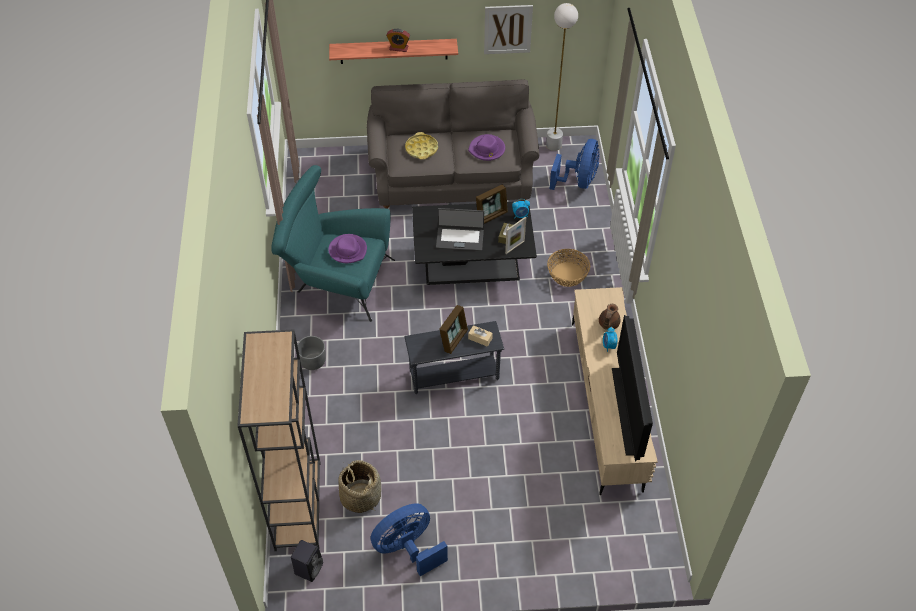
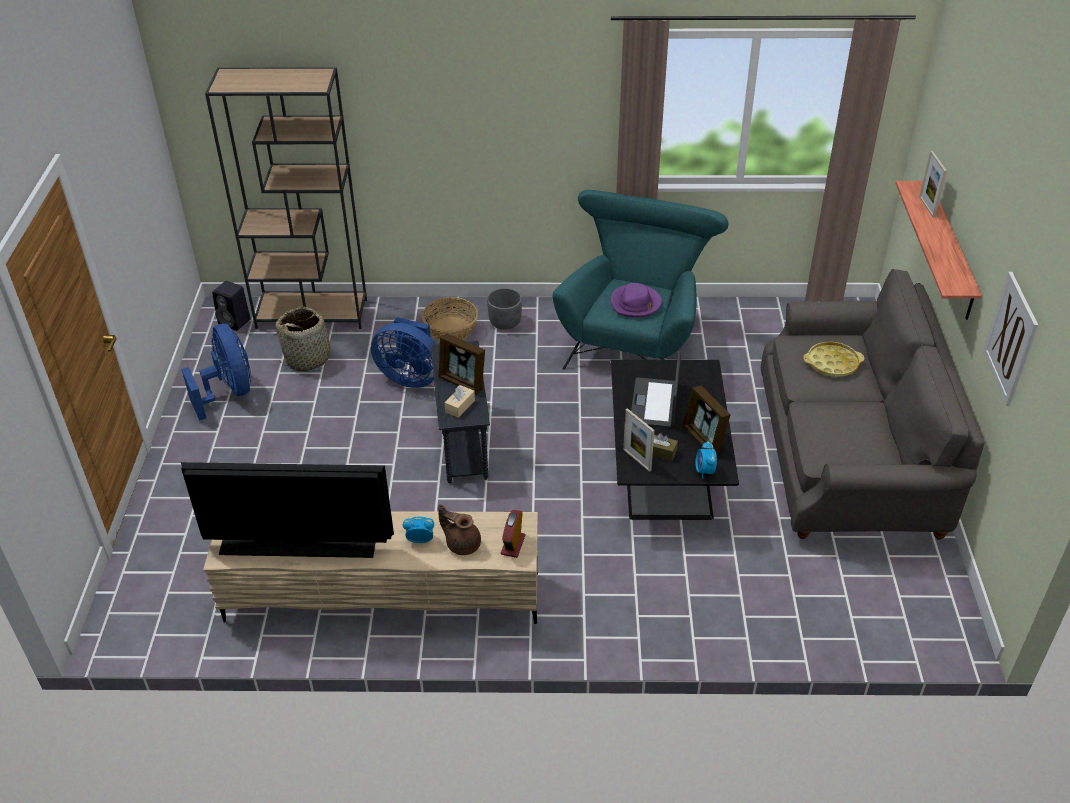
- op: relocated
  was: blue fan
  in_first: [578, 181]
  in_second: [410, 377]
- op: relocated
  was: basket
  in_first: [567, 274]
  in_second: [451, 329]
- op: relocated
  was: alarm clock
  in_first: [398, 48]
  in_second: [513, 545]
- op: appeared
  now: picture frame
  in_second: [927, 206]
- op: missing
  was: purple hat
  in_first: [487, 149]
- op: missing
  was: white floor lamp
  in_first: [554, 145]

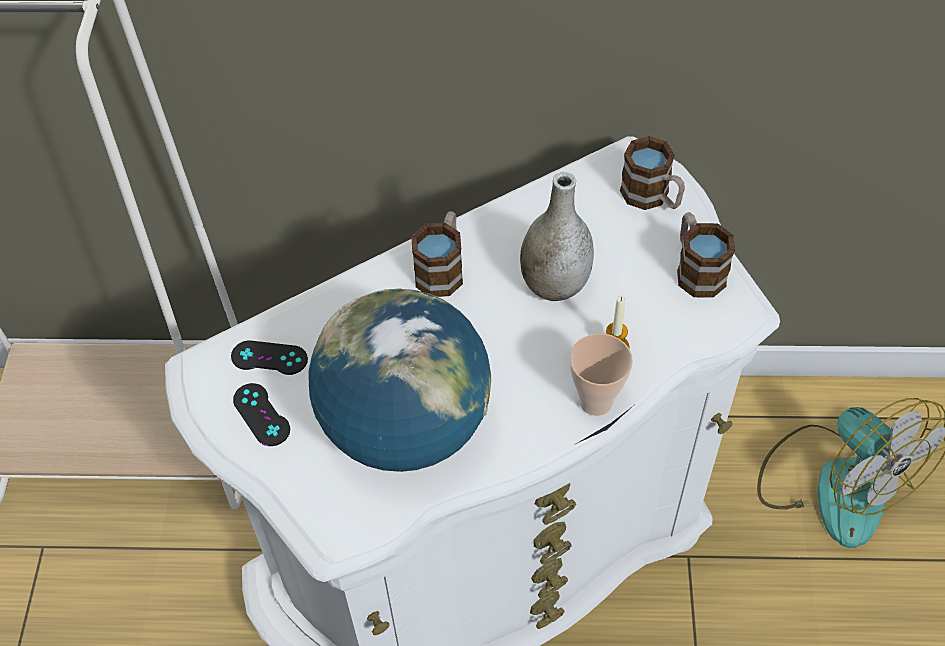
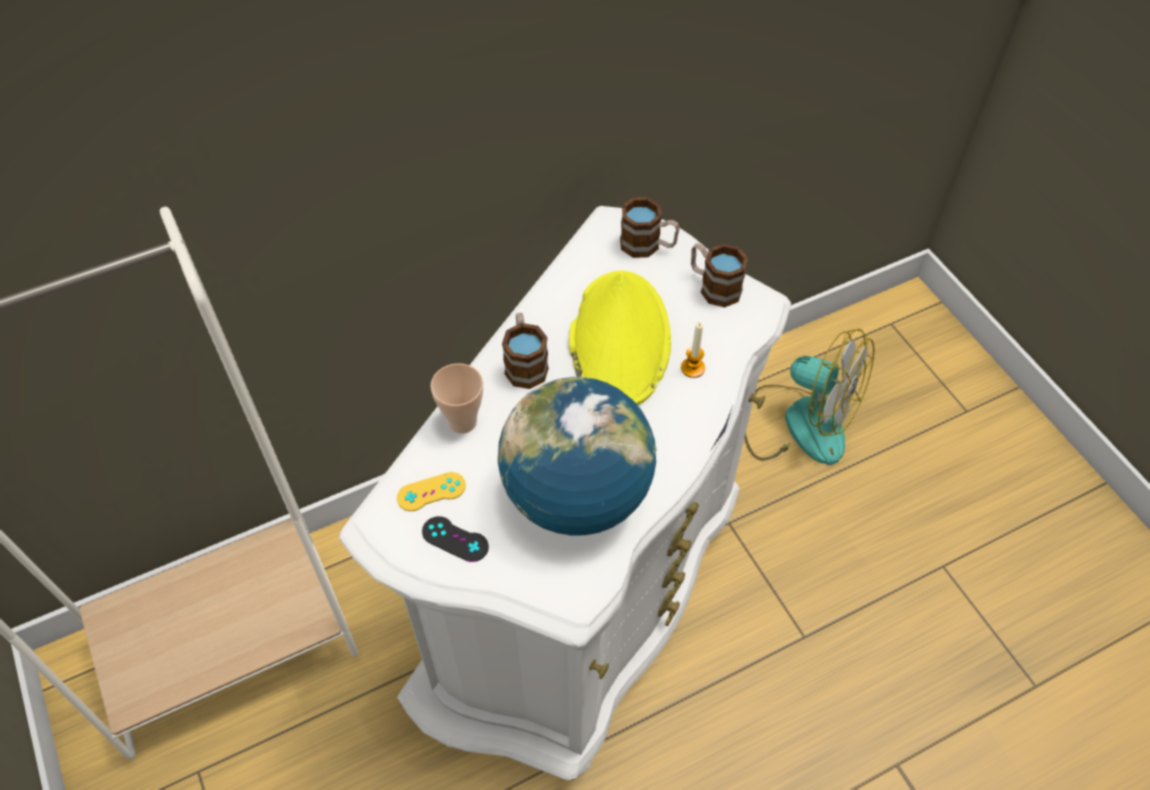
- op: colour
  was: black game controller
  now: yellow game controller
  in_first: [269, 358]
  in_second: [431, 492]
- op: relocated
  was: cup
  in_first: [596, 401]
  in_second: [462, 421]
- op: exchanged
  was: grey vase
  now: yellow hat
  in_first: [555, 284]
  in_second: [619, 339]

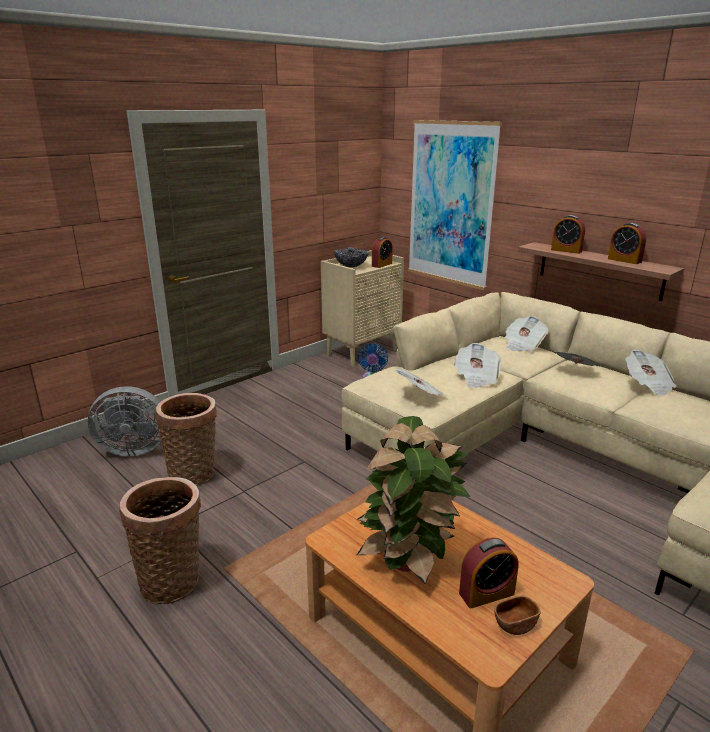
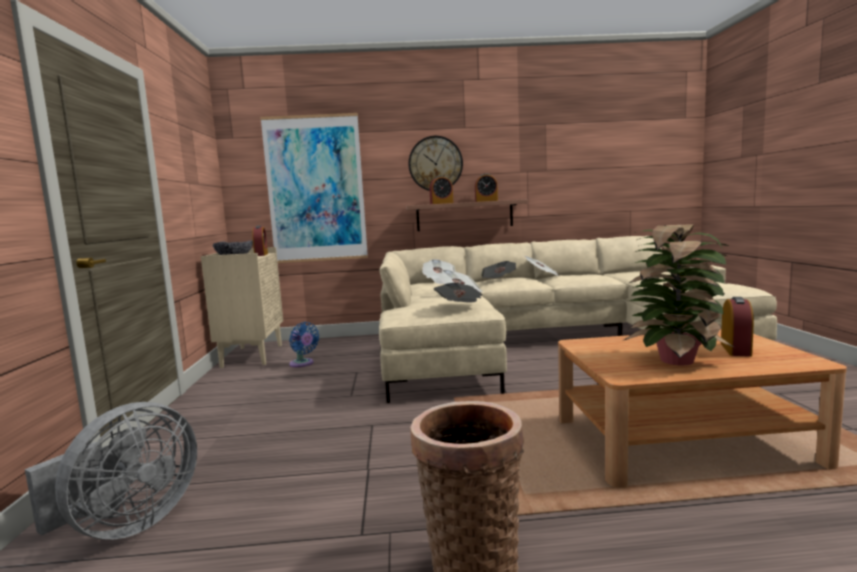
- op: appeared
  now: wall clock
  in_second: [435, 164]
- op: missing
  was: basket
  in_first: [194, 474]
- op: missing
  was: brown bowl
  in_first: [515, 624]

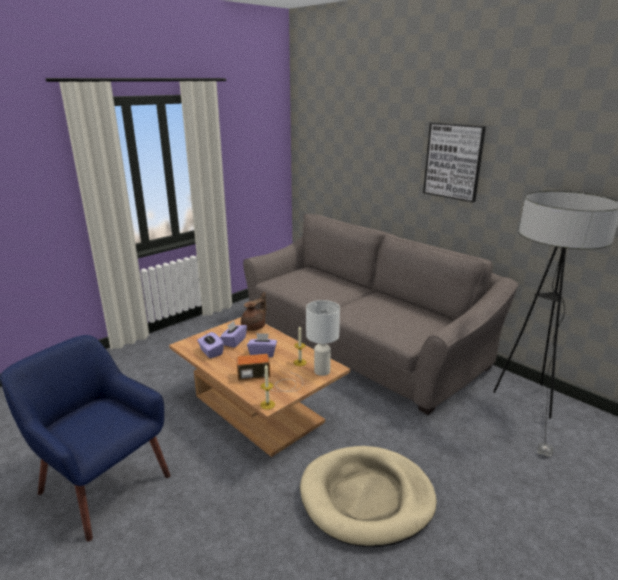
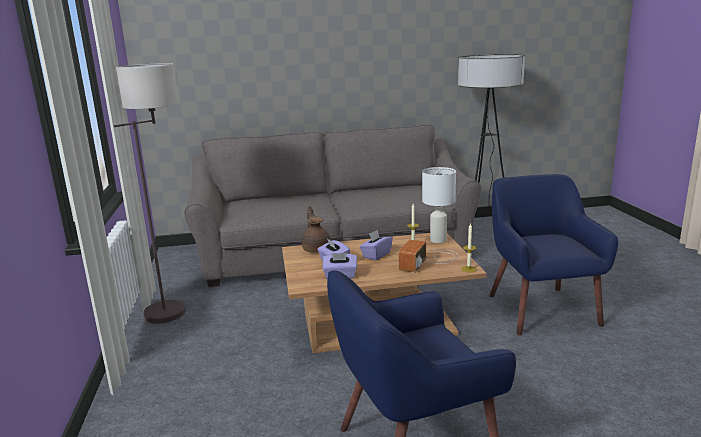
- op: appeared
  now: grey floor lamp
  in_second: [176, 309]
- op: exchanged
  was: beige dog bed
  now: blue armchair
  in_first: [367, 498]
  in_second: [540, 309]
- op: missing
  was: picture
  in_first: [453, 161]

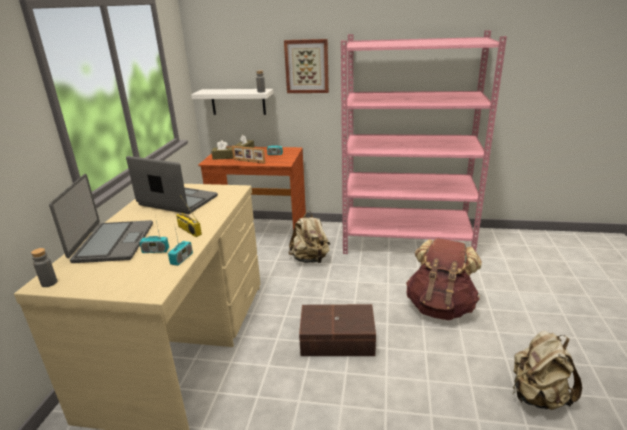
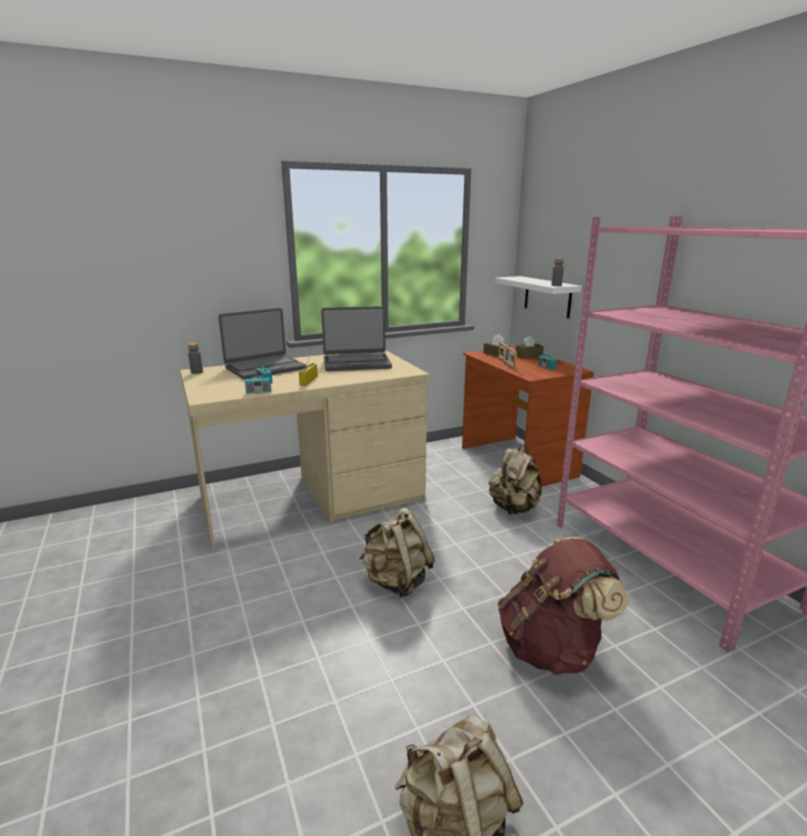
- op: spun
  was: laptop
  in_first: [177, 201]
  in_second: [356, 363]
  clockwise: 90
- op: exchanged
  was: brown storage box
  now: beige backpack
  in_first: [338, 340]
  in_second: [396, 581]
- op: missing
  was: picture
  in_first: [307, 66]

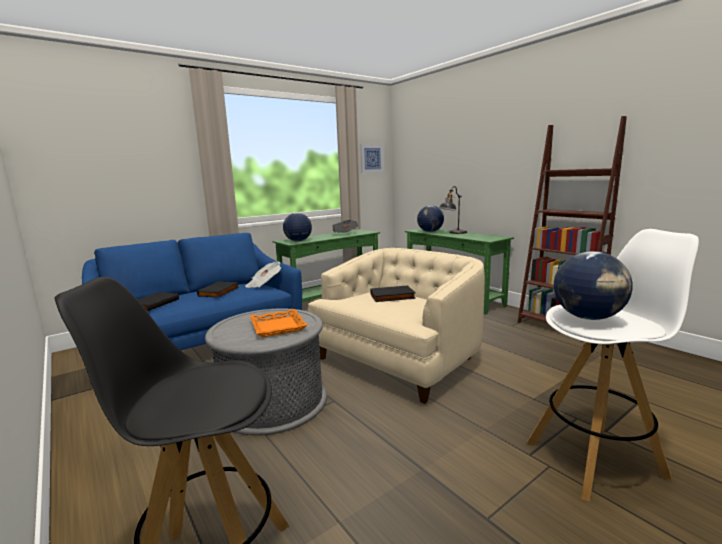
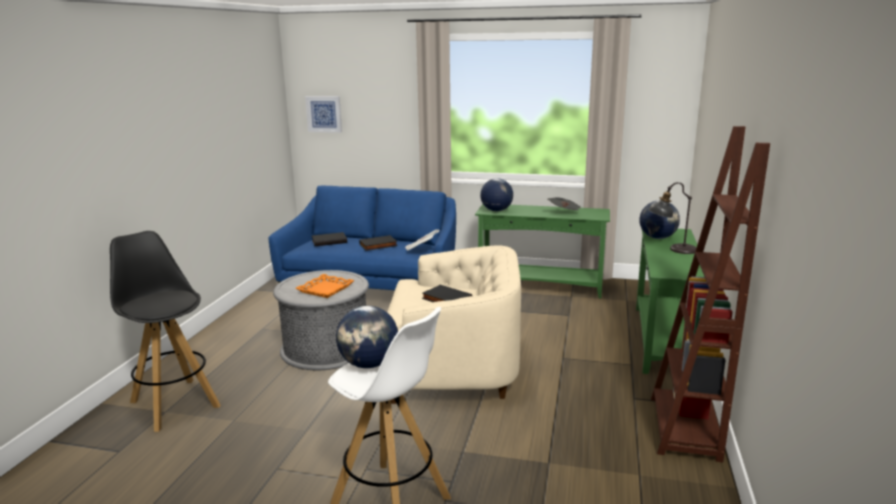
- op: relocated
  was: picture
  in_first: [371, 158]
  in_second: [324, 114]

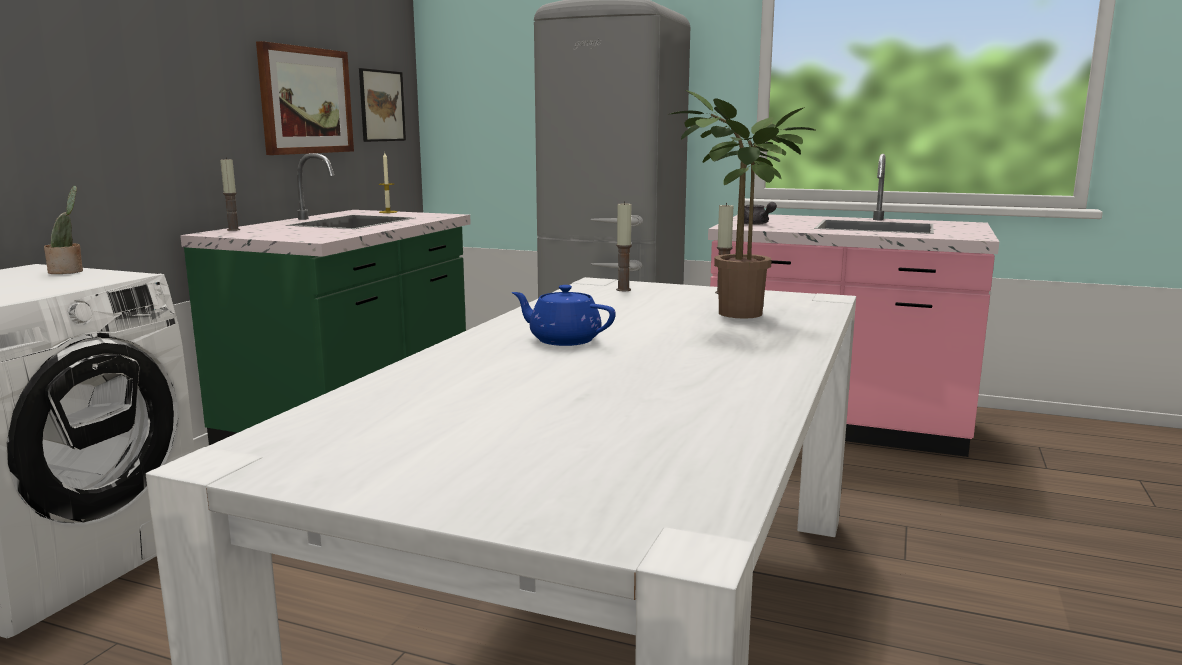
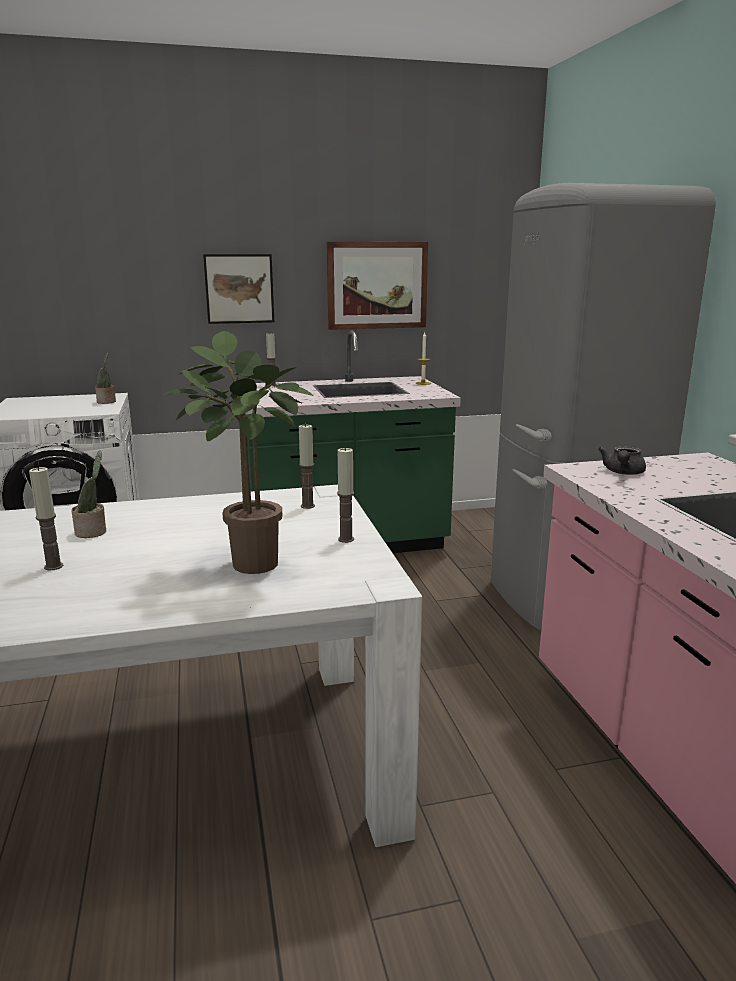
- op: appeared
  now: candle
  in_second: [54, 566]
- op: exchanged
  was: blue teapot
  now: potted plant
  in_first: [563, 340]
  in_second: [93, 532]
- op: relocated
  was: picture
  in_first: [382, 106]
  in_second: [239, 289]

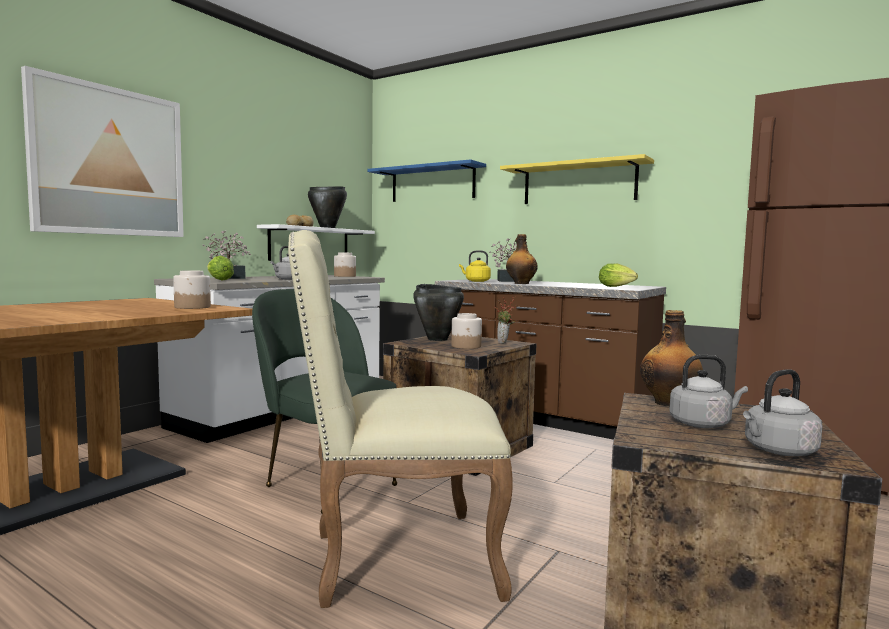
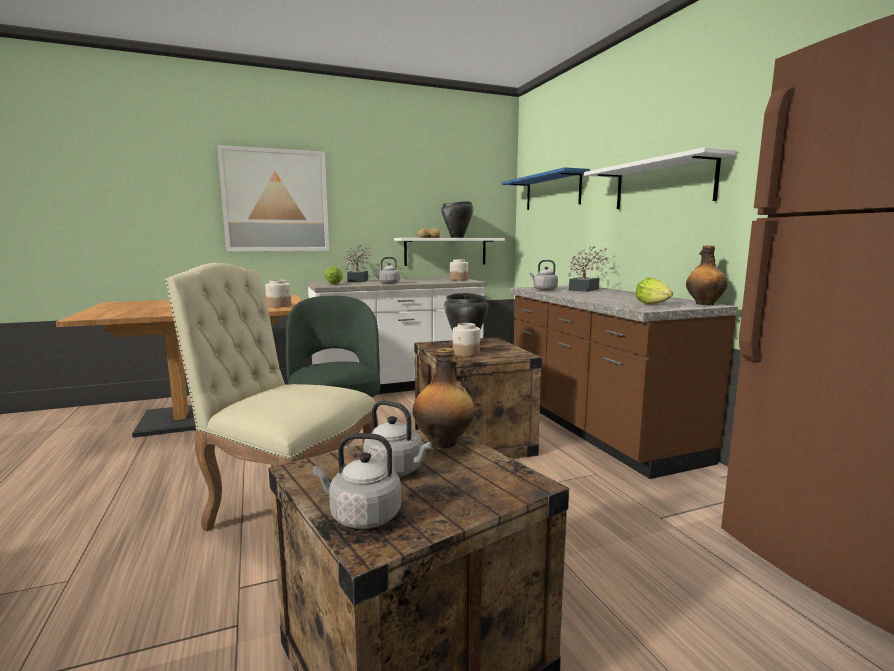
- op: colour
  was: yellow kettle
  now: grey kettle
  in_first: [476, 281]
  in_second: [543, 289]
- op: colour
  was: yellow shelf
  now: white shelf
  in_first: [578, 183]
  in_second: [662, 184]
- op: relocated
  was: bottle
  in_first: [521, 283]
  in_second: [704, 304]
- op: missing
  was: potted plant
  in_first: [504, 342]

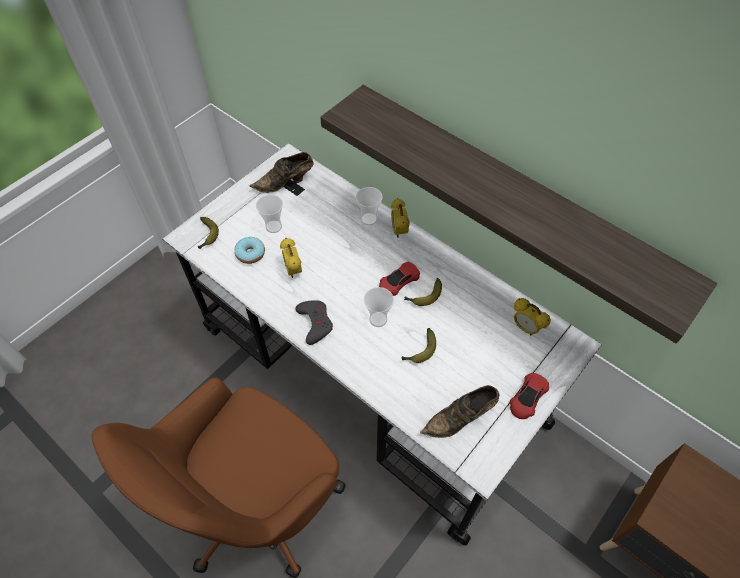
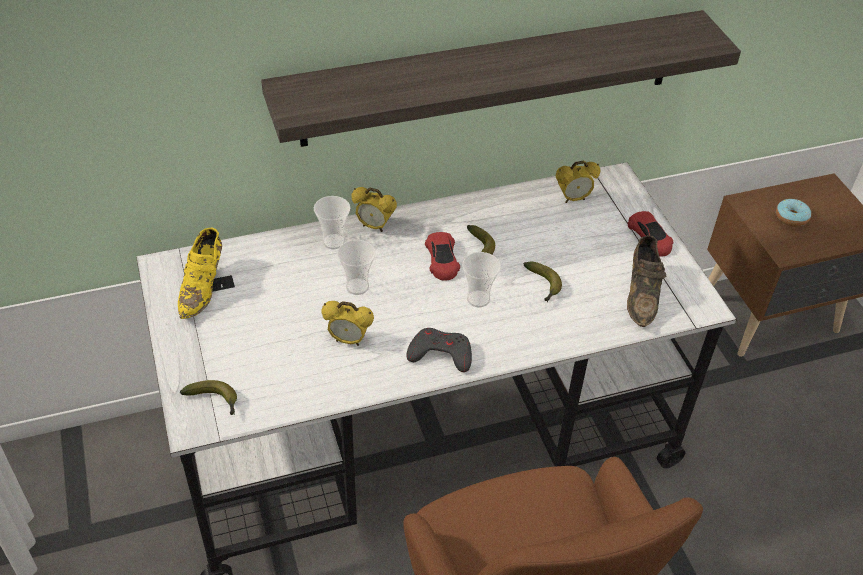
- op: colour
  was: brown shoe
  now: yellow shoe
  in_first: [285, 183]
  in_second: [203, 287]
- op: relocated
  was: cup
  in_first: [273, 227]
  in_second: [357, 286]
- op: relocated
  was: donut
  in_first: [250, 253]
  in_second: [791, 217]

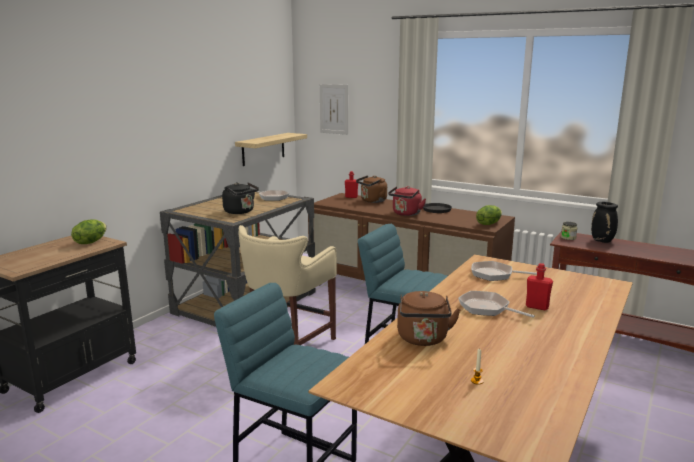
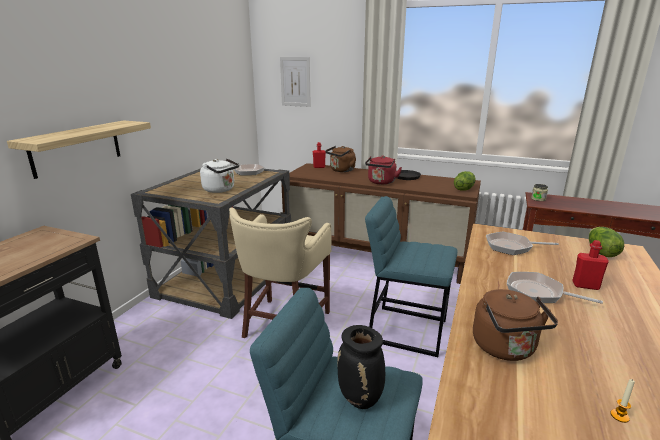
- op: relocated
  was: shelf
  in_first: [263, 149]
  in_second: [76, 148]
- op: colour
  was: black kettle
  now: white kettle
  in_first: [240, 212]
  in_second: [221, 190]
- op: relocated
  was: black vase
  in_first: [602, 241]
  in_second: [361, 399]
- op: relocated
  was: lettuce
  in_first: [90, 242]
  in_second: [601, 252]

